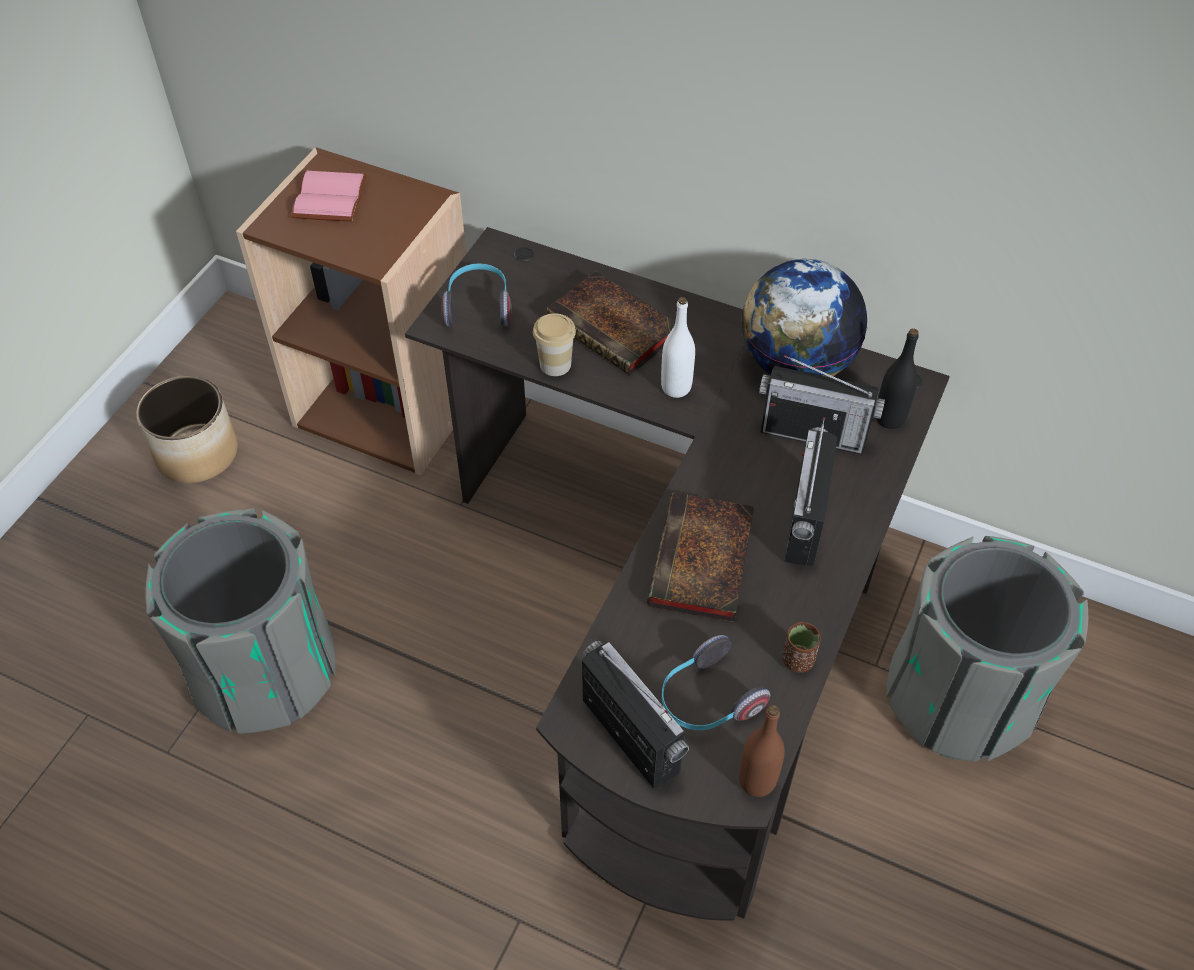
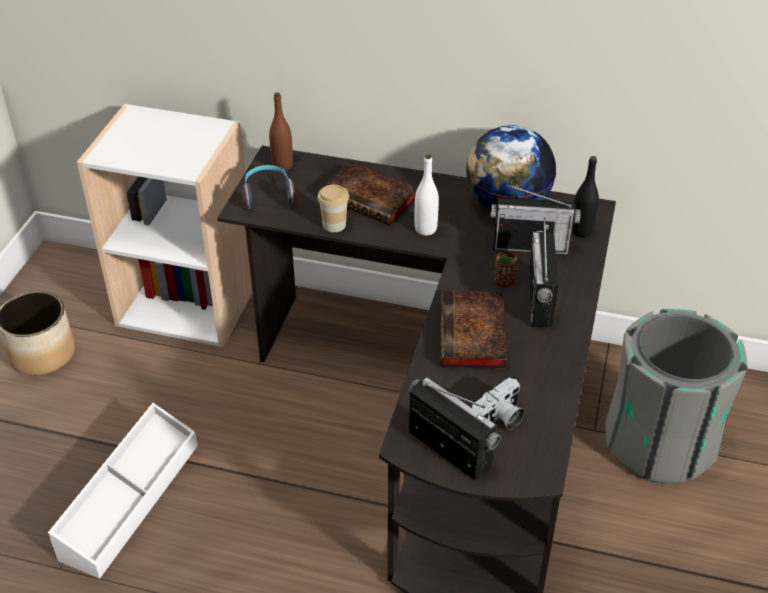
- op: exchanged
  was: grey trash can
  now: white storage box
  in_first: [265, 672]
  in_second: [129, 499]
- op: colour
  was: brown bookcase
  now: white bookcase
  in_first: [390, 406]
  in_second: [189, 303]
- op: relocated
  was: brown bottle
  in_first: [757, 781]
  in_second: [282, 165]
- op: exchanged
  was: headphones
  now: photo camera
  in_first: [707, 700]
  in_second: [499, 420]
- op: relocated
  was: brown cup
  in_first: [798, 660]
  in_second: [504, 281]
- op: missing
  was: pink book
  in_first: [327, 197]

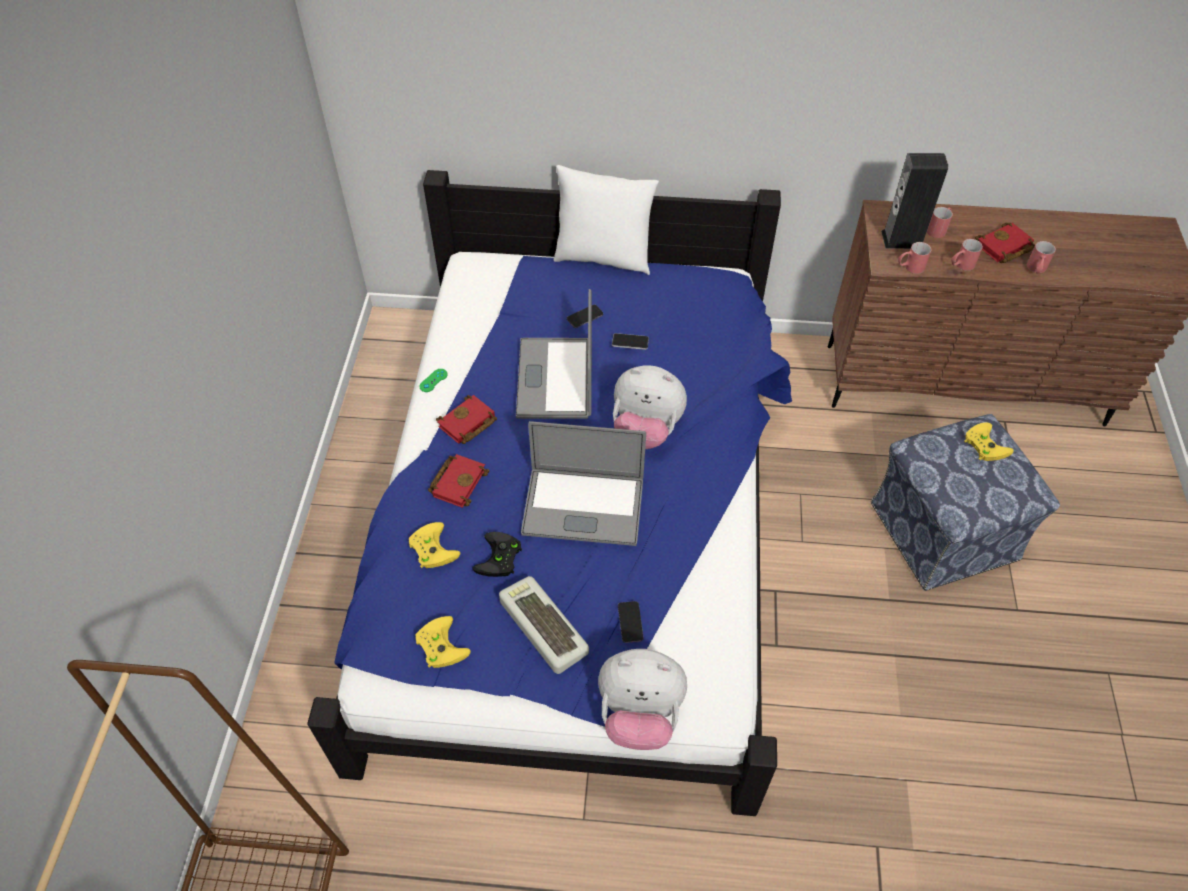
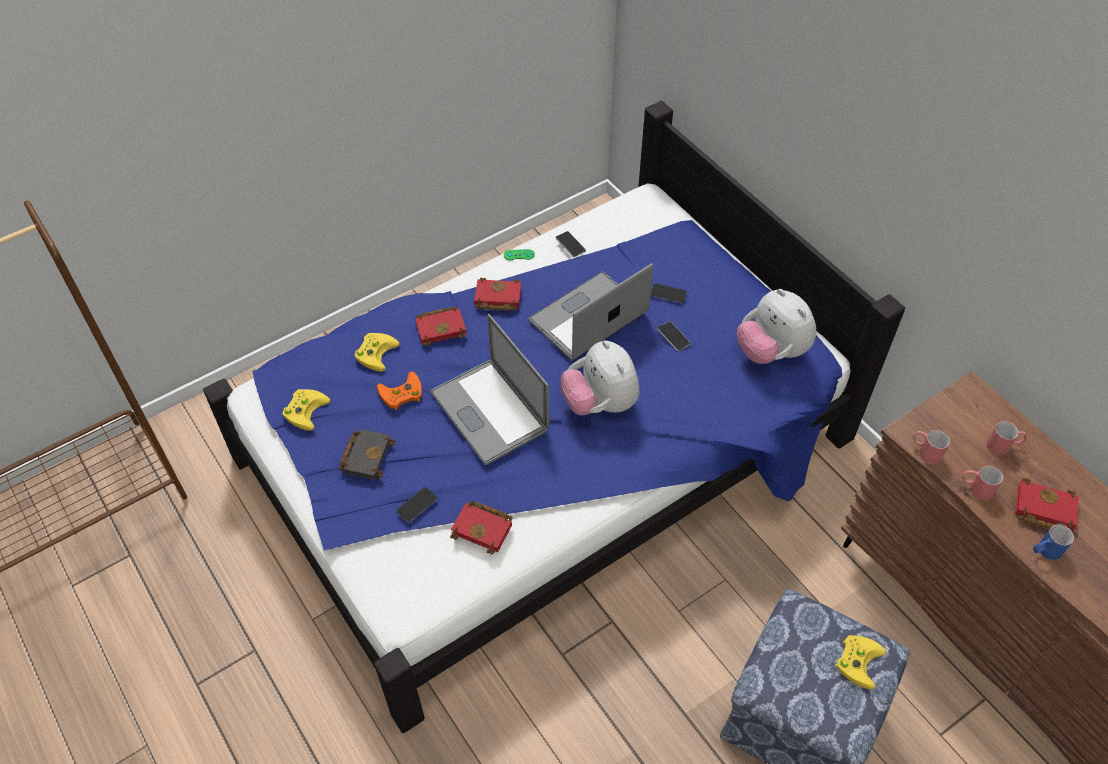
- op: exchanged
  was: keyboard
  now: black book
  in_first: [540, 628]
  in_second: [366, 455]
- op: colour
  was: black game controller
  now: orange game controller
  in_first: [499, 559]
  in_second: [400, 394]
- op: appeared
  now: red book
  in_second: [484, 528]
- op: appeared
  now: phone
  in_second: [570, 245]
- op: relocated
  was: plush toy
  in_first: [639, 715]
  in_second: [771, 351]
- op: colour
  was: red mug
  now: blue mug
  in_first: [1036, 270]
  in_second: [1044, 551]
- op: missing
  was: white pillow
  in_first: [603, 257]
- op: missing
  was: speaker
  in_first: [902, 239]

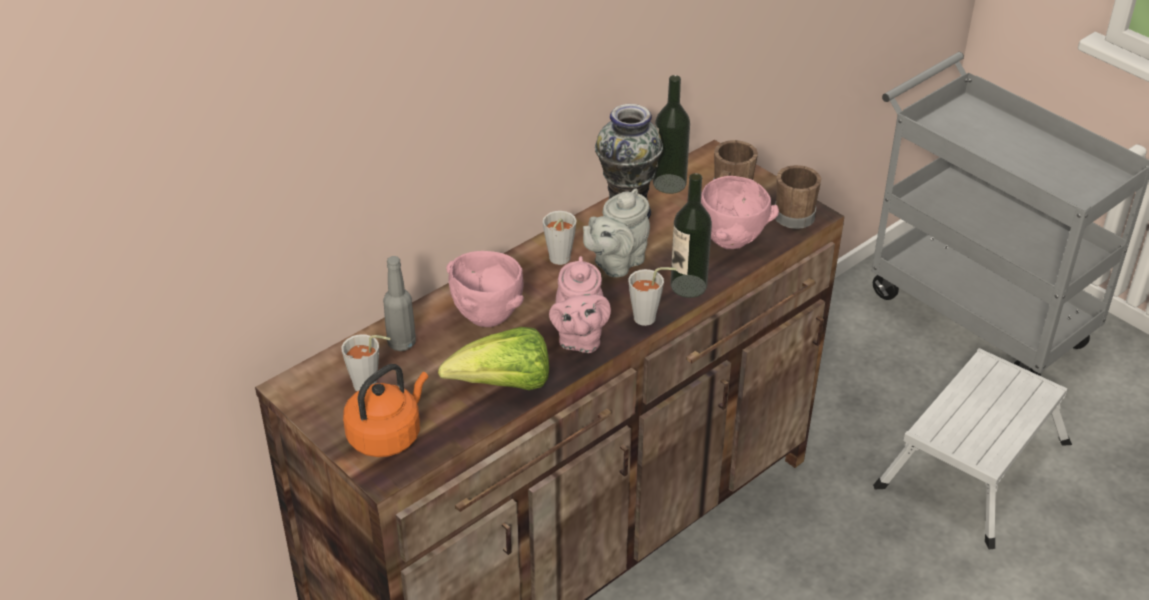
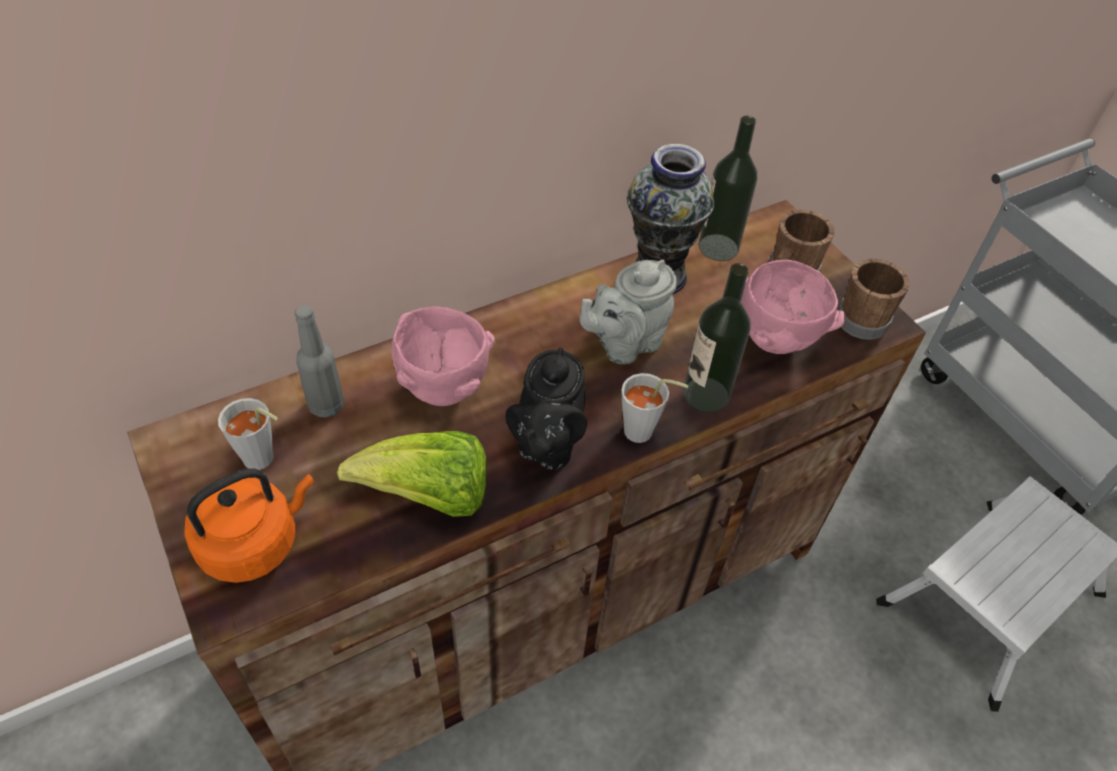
- op: colour
  was: pink teapot
  now: black teapot
  in_first: [579, 339]
  in_second: [546, 445]
- op: missing
  was: grey cup
  in_first: [557, 261]

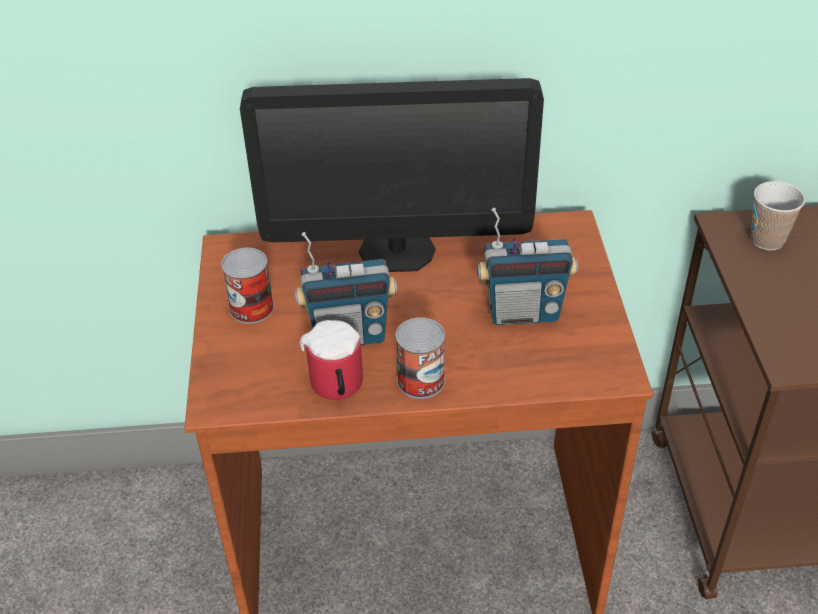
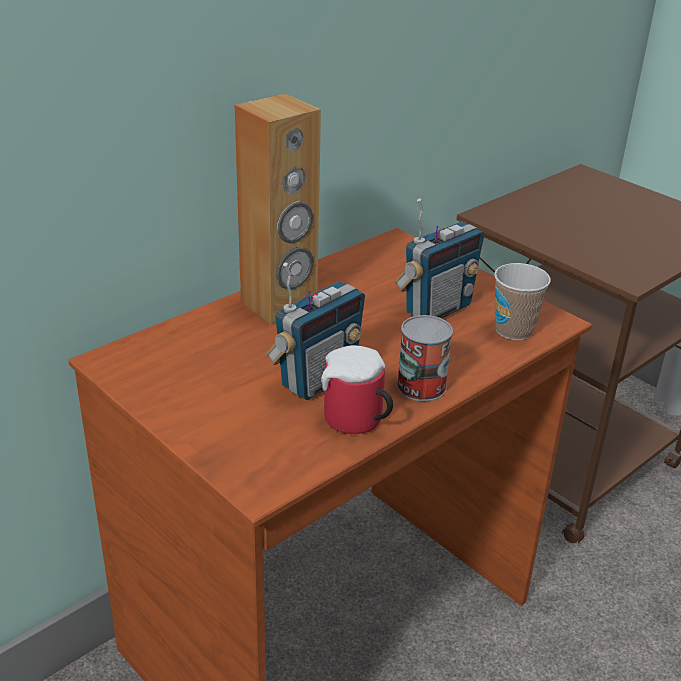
- op: exchanged
  was: monitor
  now: brown speaker
  in_first: [397, 251]
  in_second: [279, 305]
- op: relocated
  was: cup
  in_first: [767, 240]
  in_second: [513, 330]
- op: missing
  was: can
  in_first: [251, 308]

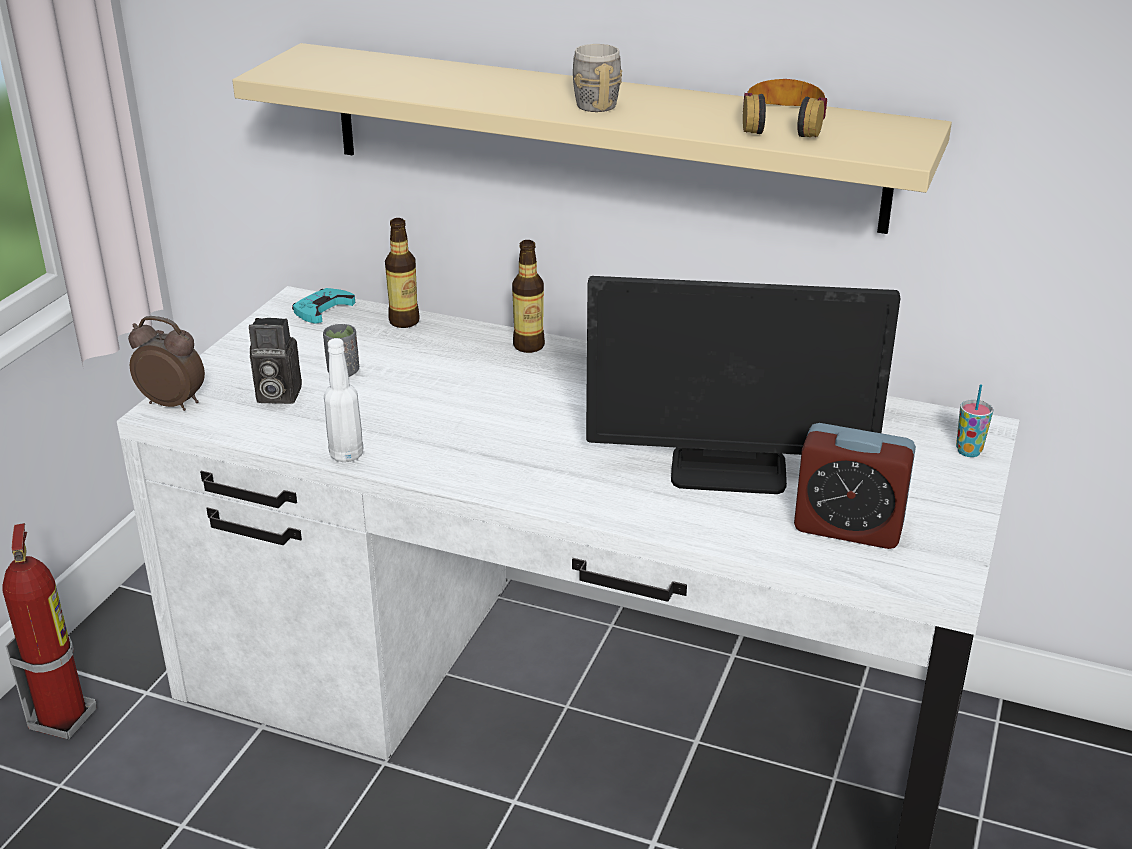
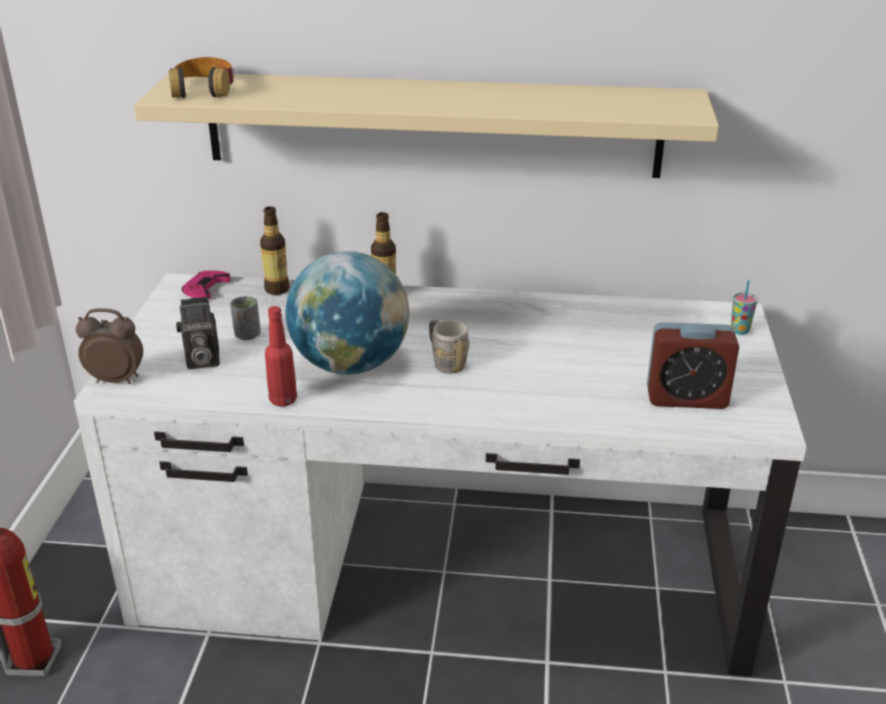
- op: relocated
  was: headphones
  in_first: [783, 122]
  in_second: [203, 88]
- op: colour
  was: turquoise game controller
  now: pink game controller
  in_first: [322, 310]
  in_second: [205, 288]
- op: colour
  was: white bottle
  now: red bottle
  in_first: [346, 455]
  in_second: [283, 400]
- op: appeared
  now: globe
  in_second: [351, 365]
- op: relocated
  was: grey mug
  in_first: [593, 102]
  in_second: [445, 362]
- op: missing
  was: monitor
  in_first: [728, 470]

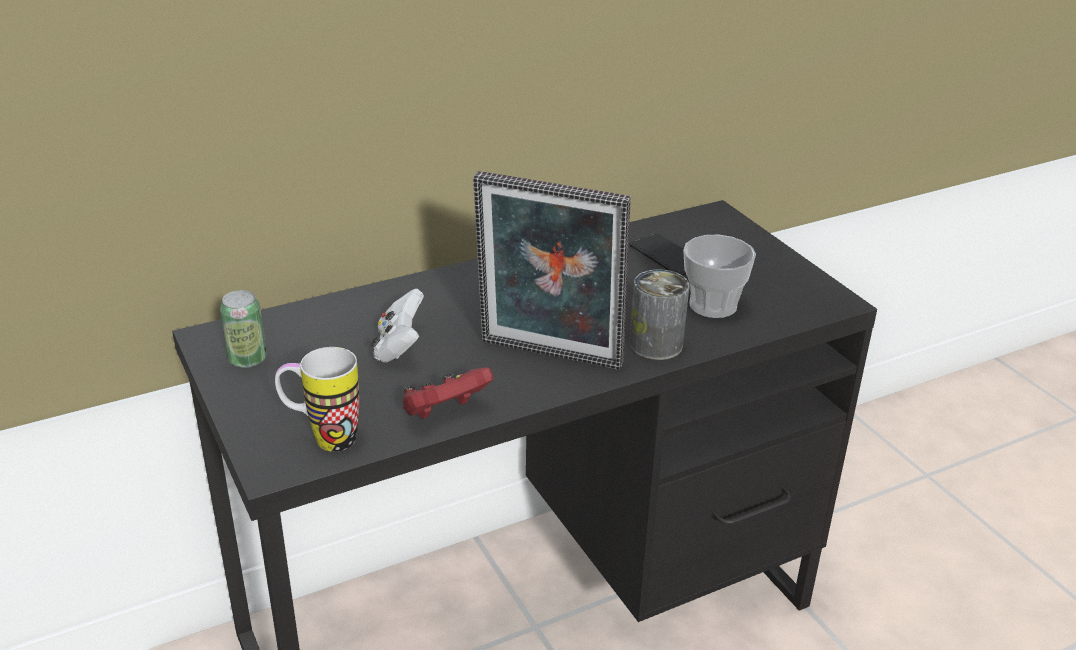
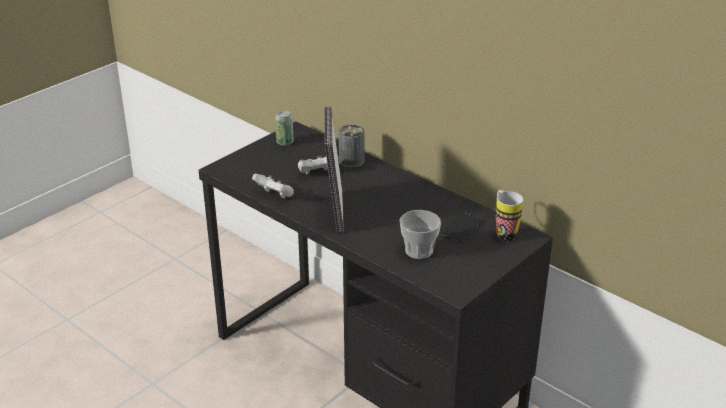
- op: colour
  was: red game controller
  now: white game controller
  in_first: [444, 412]
  in_second: [275, 195]
- op: relocated
  was: can
  in_first: [656, 344]
  in_second: [351, 160]
- op: relocated
  was: mug
  in_first: [322, 438]
  in_second: [503, 232]

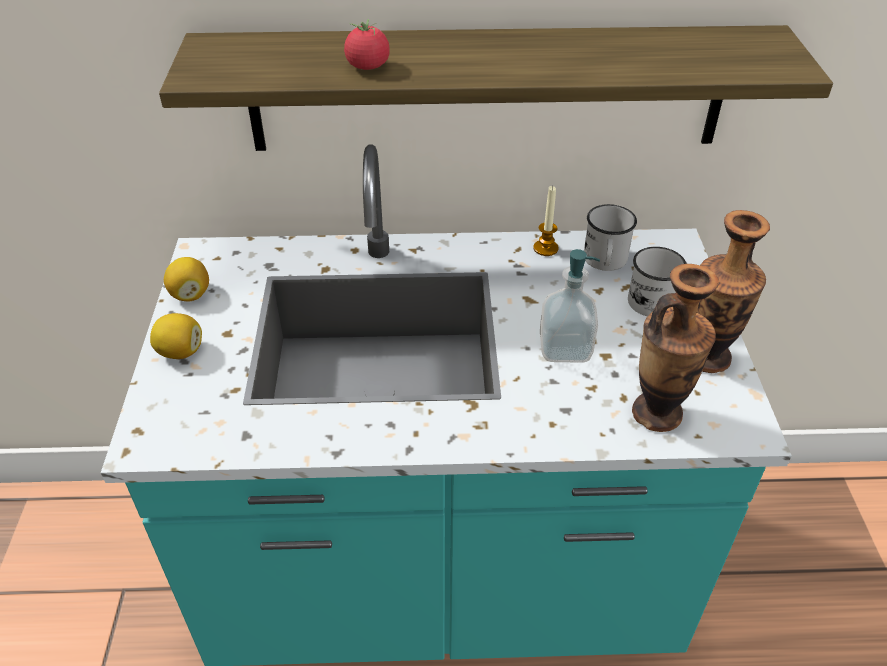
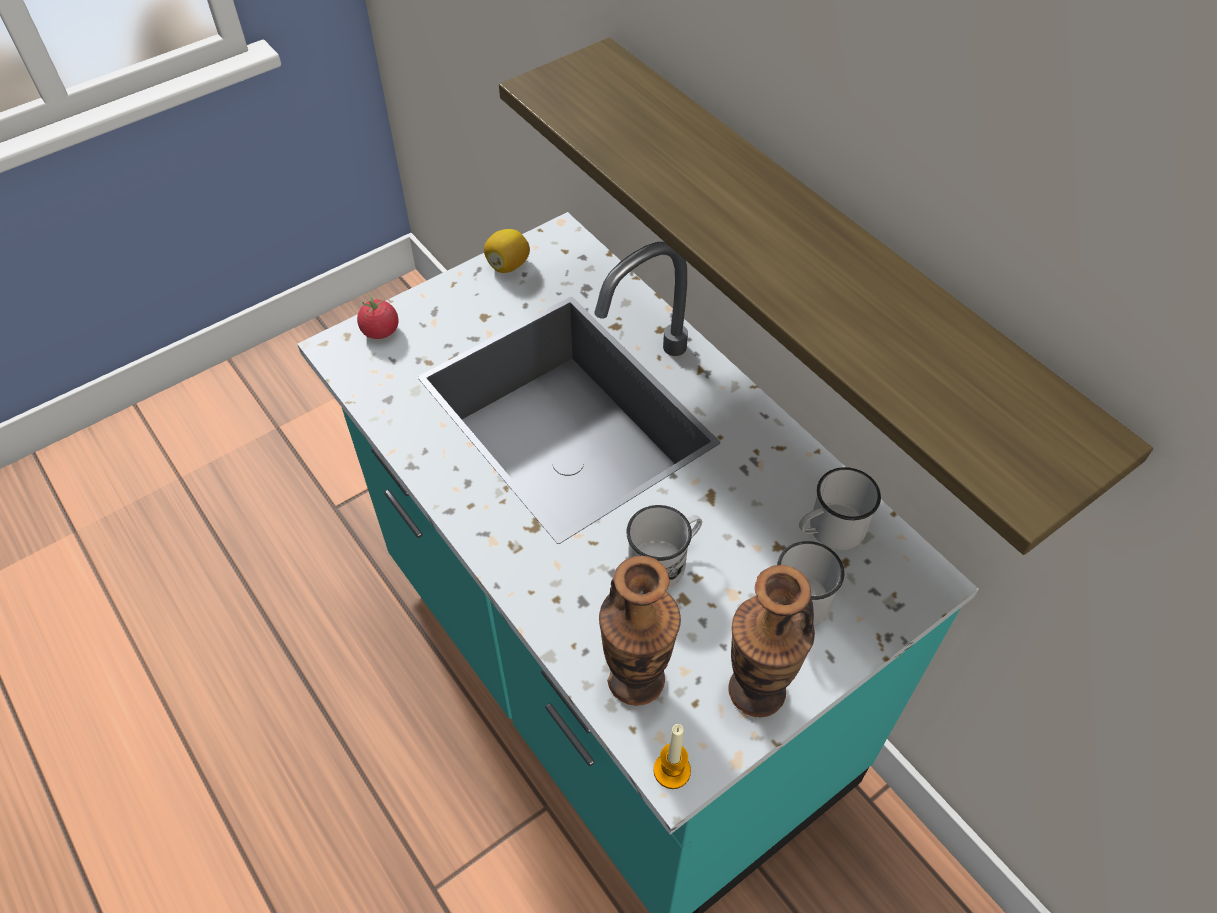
- op: relocated
  was: tomato
  in_first: [368, 66]
  in_second: [380, 331]
- op: exchanged
  was: soap dispenser
  now: white mug
  in_first: [565, 348]
  in_second: [665, 560]
- op: relocated
  was: candle
  in_first: [545, 248]
  in_second: [672, 770]
- op: missing
  was: lemon
  in_first: [180, 352]

